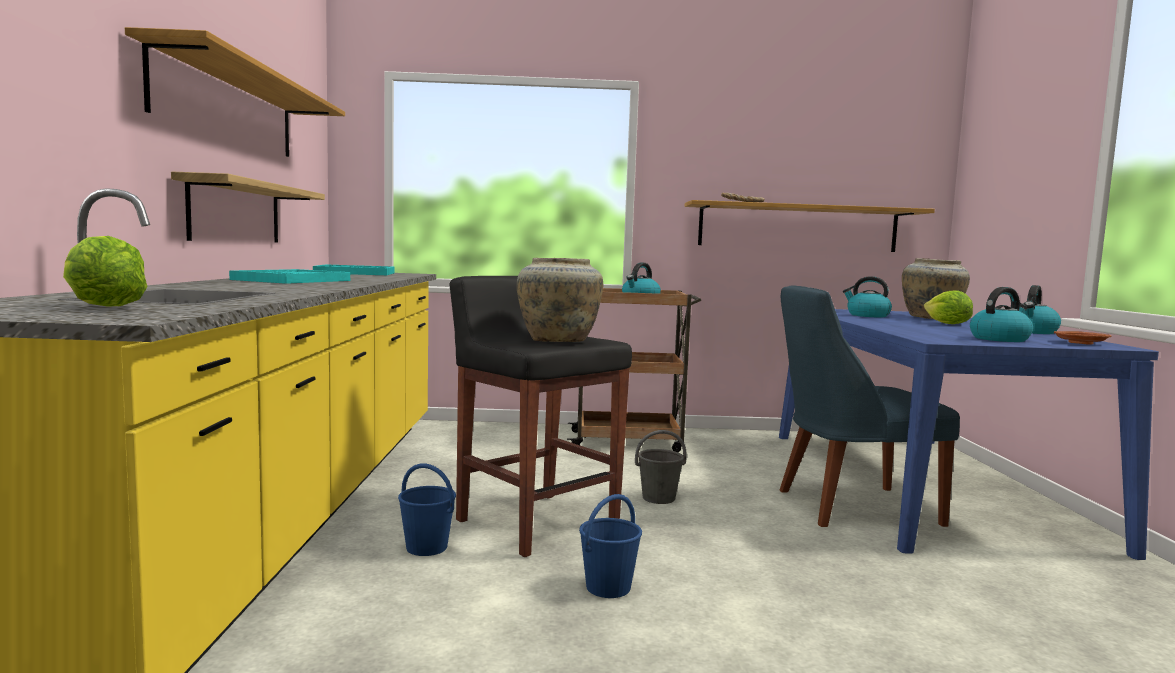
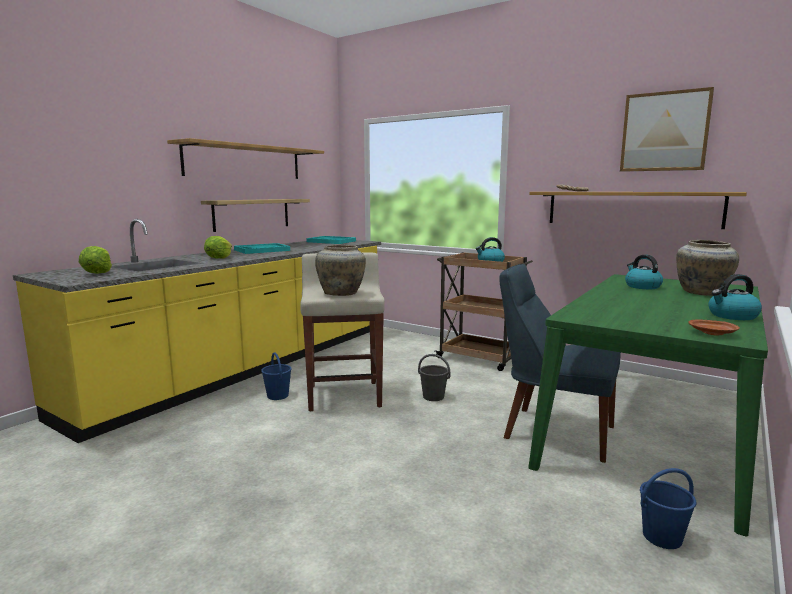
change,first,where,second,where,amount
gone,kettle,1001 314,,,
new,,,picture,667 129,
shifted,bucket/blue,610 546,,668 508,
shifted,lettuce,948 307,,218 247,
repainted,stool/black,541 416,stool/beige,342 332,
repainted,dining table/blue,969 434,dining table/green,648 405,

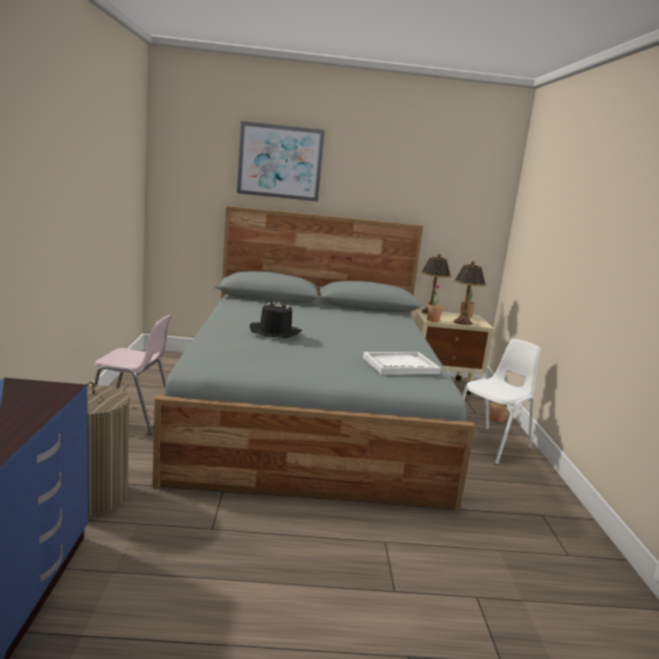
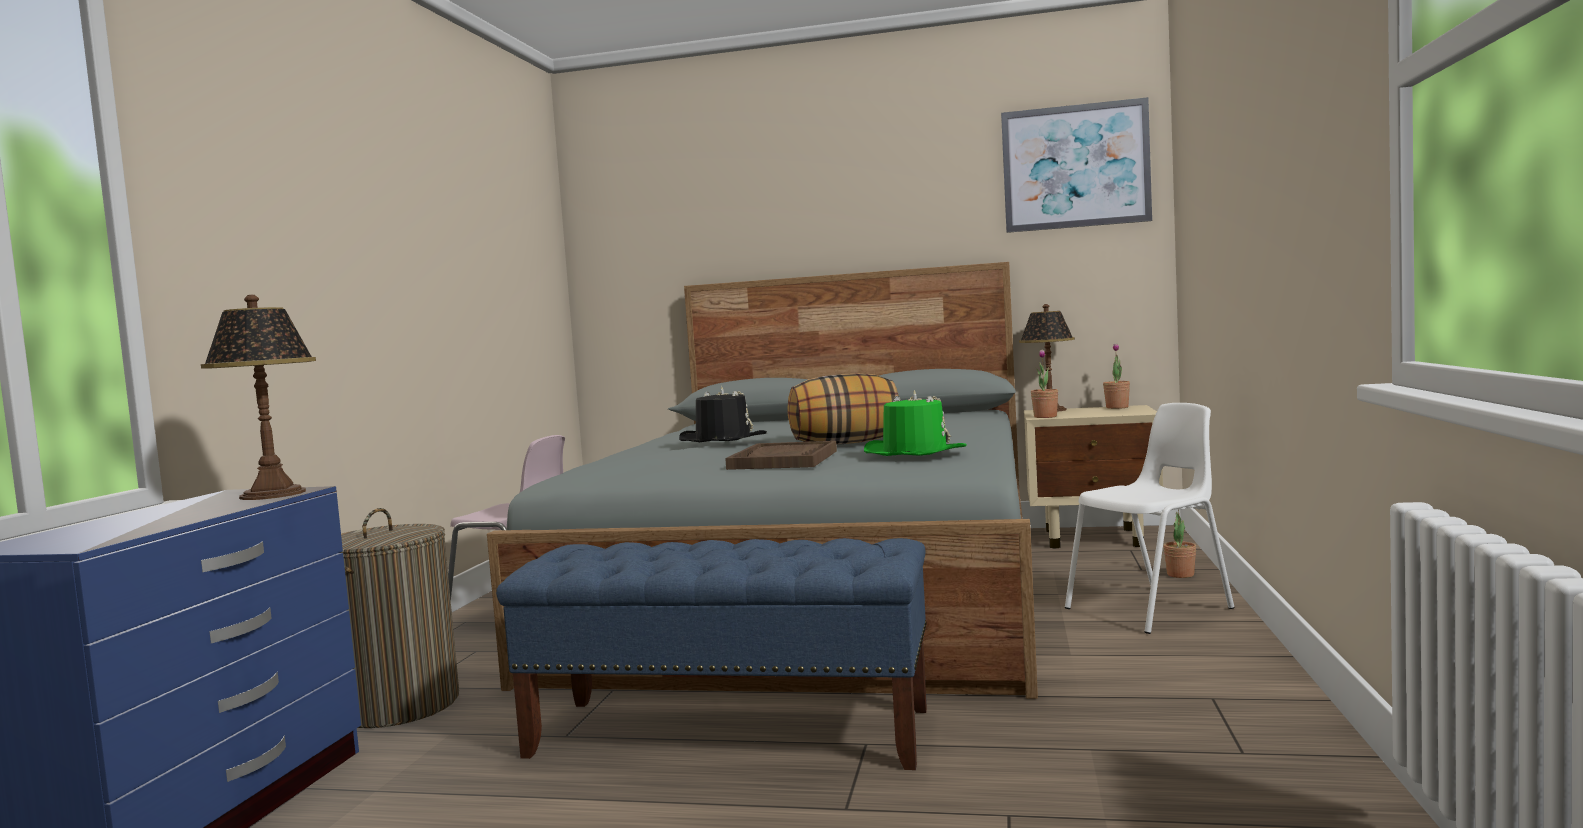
change,first,where,second,where,amount
new,,,bench/blue,711 654,
new,,,tray/brown,781 455,
new,,,pillow,843 409,
shifted,picture,281 161,,1076 165,
shifted,table lamp,470 293,,258 397,
swapped,tray/white,402 363,hat/green,915 423,

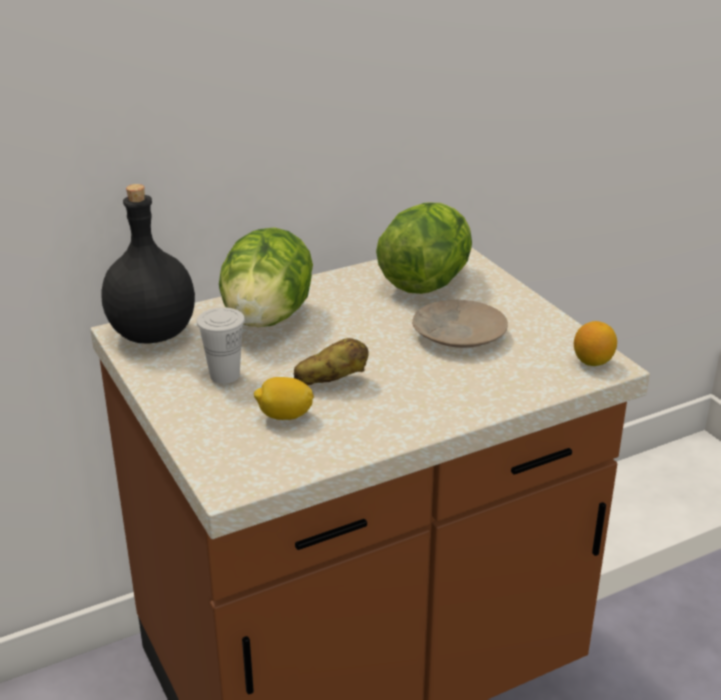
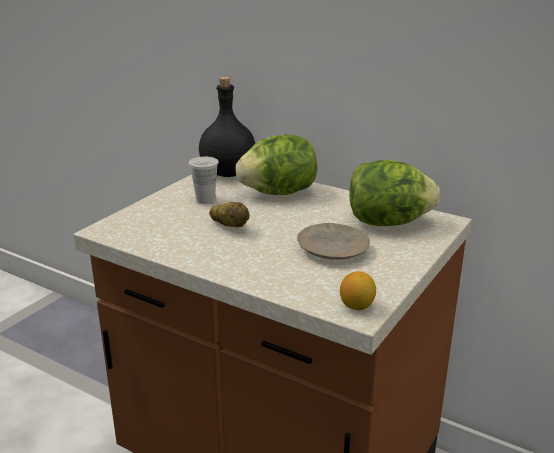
change,first,where,second,where,amount
gone,lemon,284 398,,,

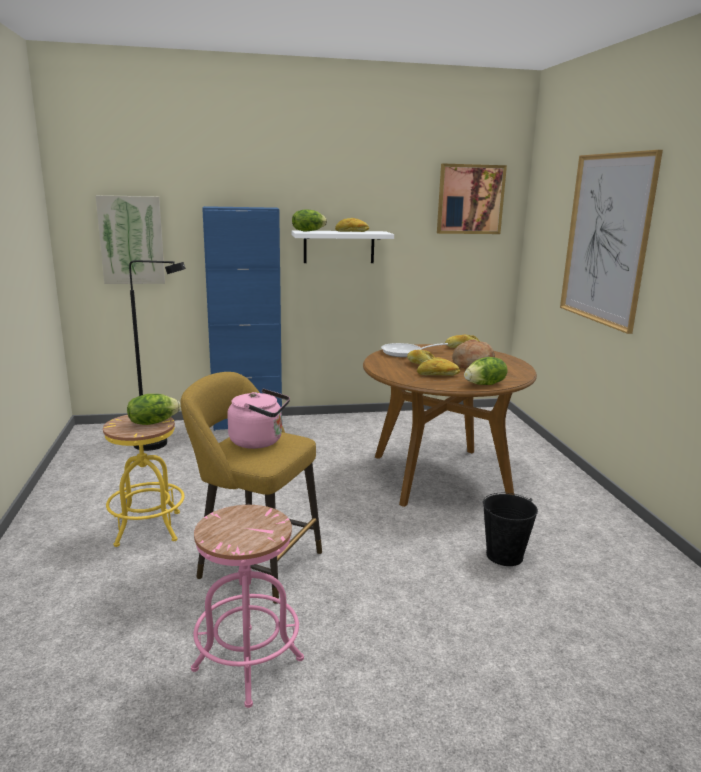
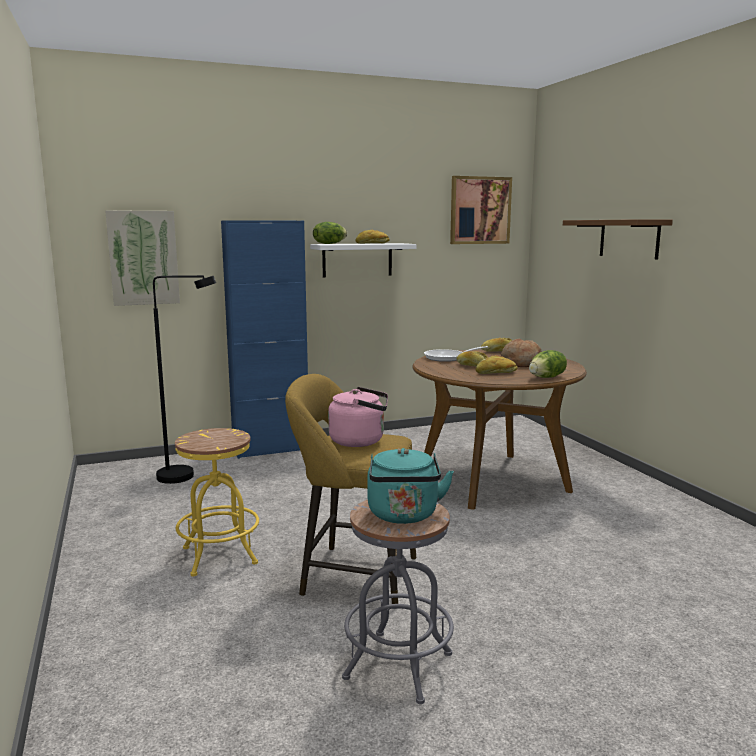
change,first,where,second,where,amount
gone,lettuce,153 409,,,
gone,bucket/black,510 529,,,
new,,,kettle/turquoise,411 486,
swapped,picture,611 242,shelf/brown,618 239,
repainted,stool/pink,247 606,stool/grey,398 602,

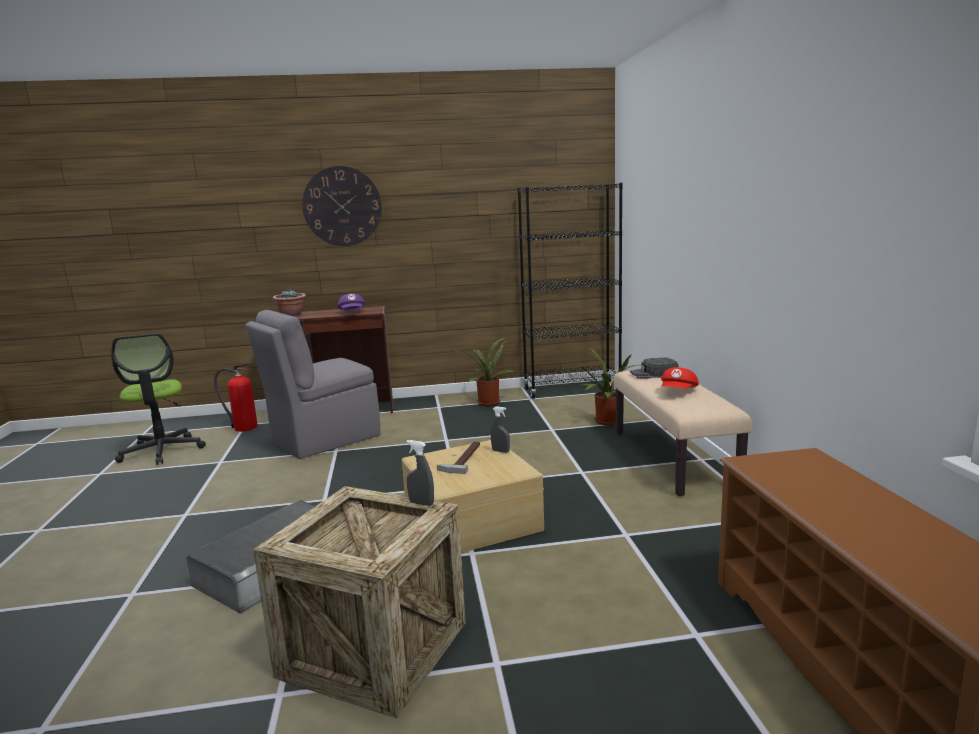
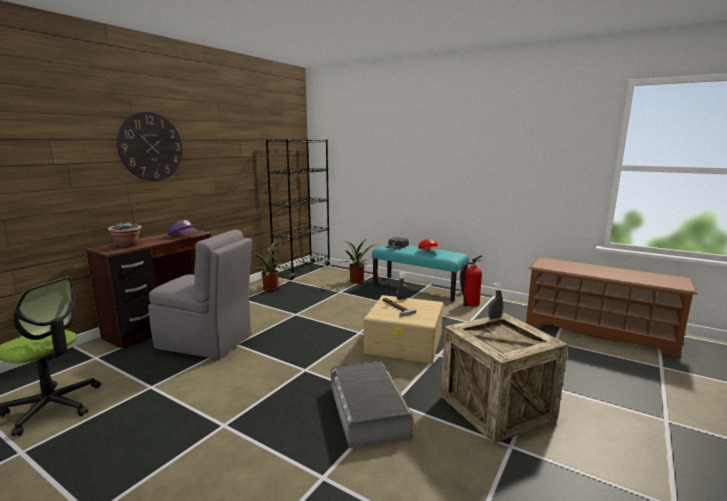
change,first,where,second,where,amount
shifted,fire extinguisher,236 397,,471 281,
repainted,bench/beige,683 433,bench/turquoise,420 273,
rotated,chair/grey,312 384,,200 294,75 degrees counterclockwise

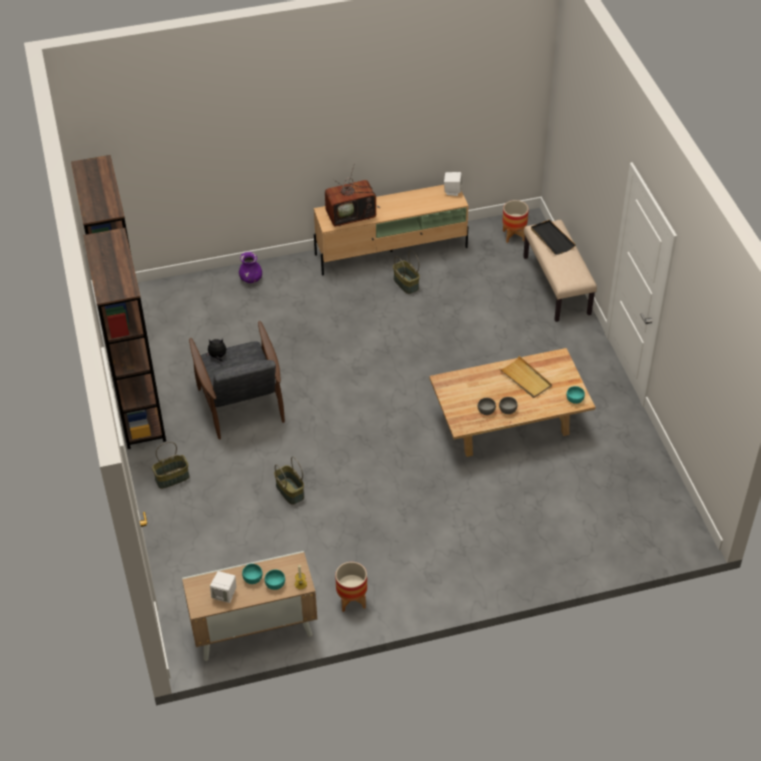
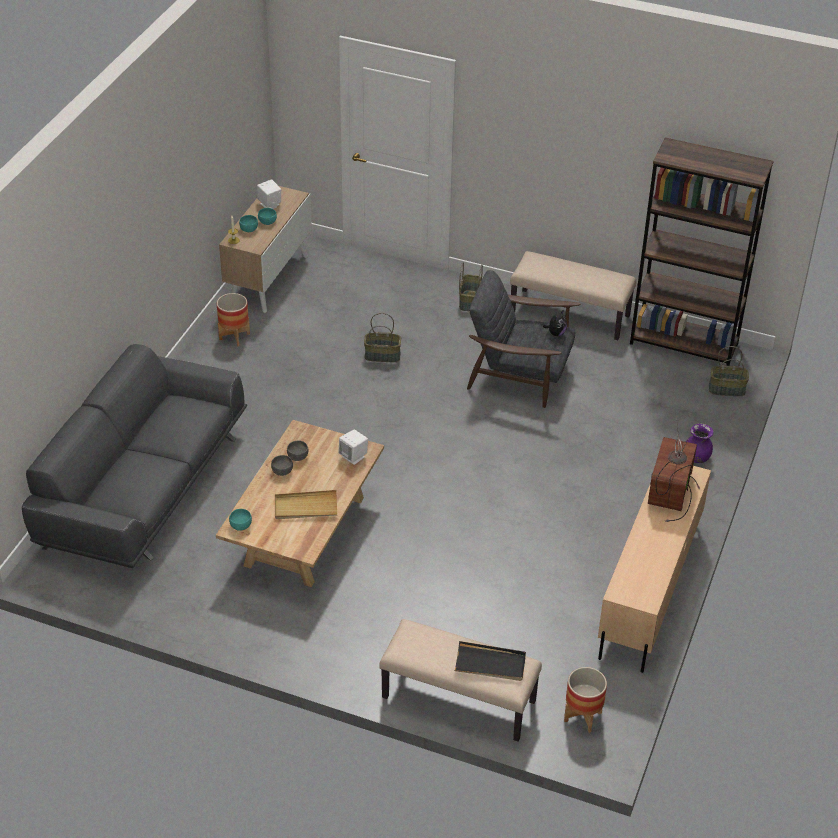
change,first,where,second,where,amount
new,,,sofa/grey,134 456,
shifted,basket,406 272,,729 371,
shifted,speaker/white,453 184,,353 447,
swapped,bookcase/brown,124 338,bench/beige,573 295,

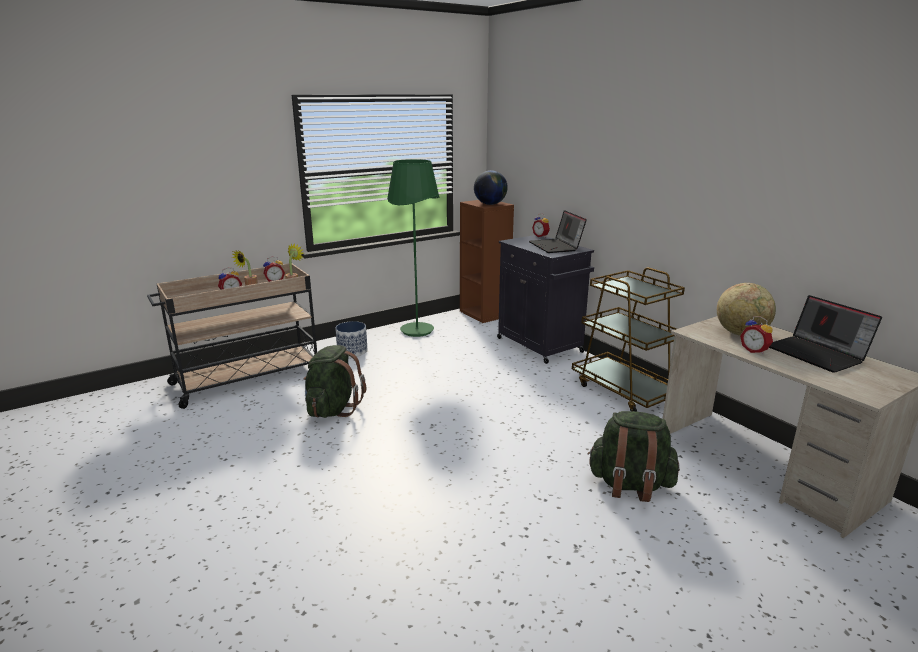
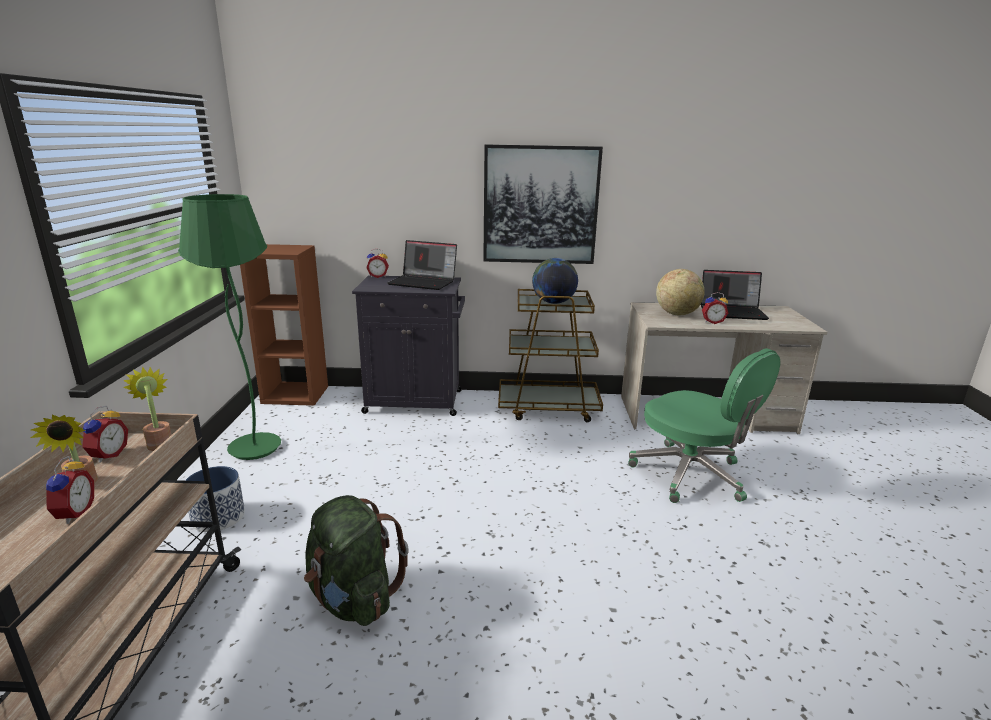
change,first,where,second,where,amount
new,,,picture,543 204,
shifted,globe,491 187,,555 281,
swapped,backpack/green,634 456,office chair/green,704 425,

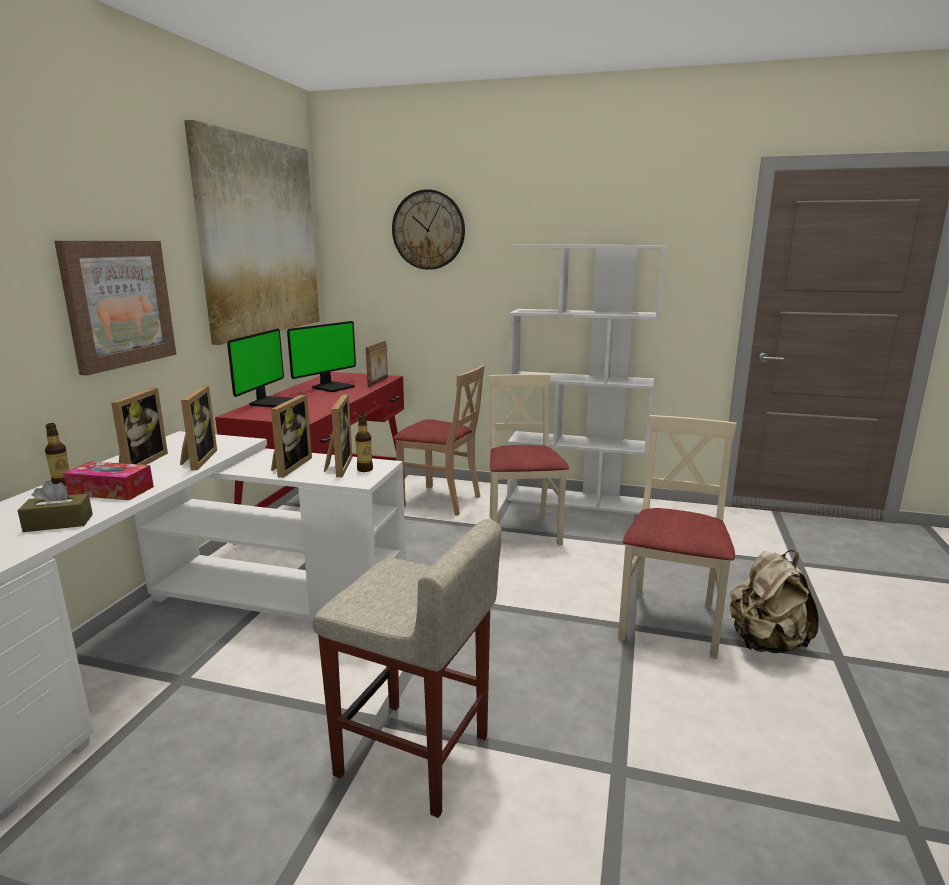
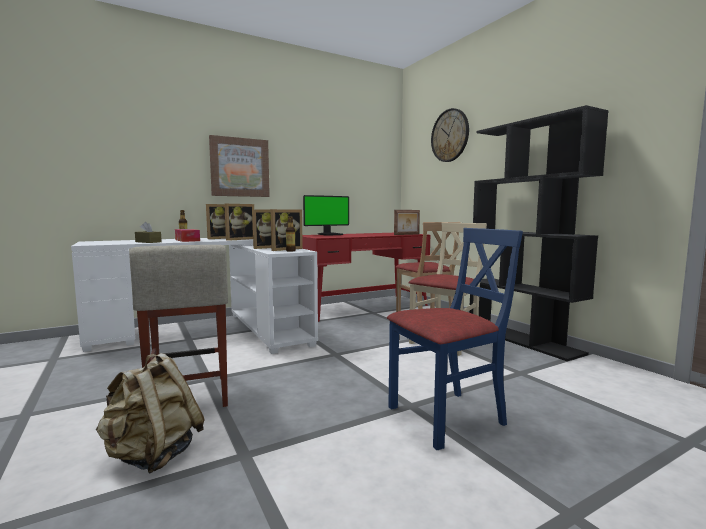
change,first,where,second,where,amount
gone,picture,252 232,,,
gone,monitor,321 356,,,
shifted,backpack/beige,774 601,,150 413,
repainted,bookcase/white,586 379,bookcase/black,539 233,
repainted,chair/beige,677 537,chair/blue,455 339,

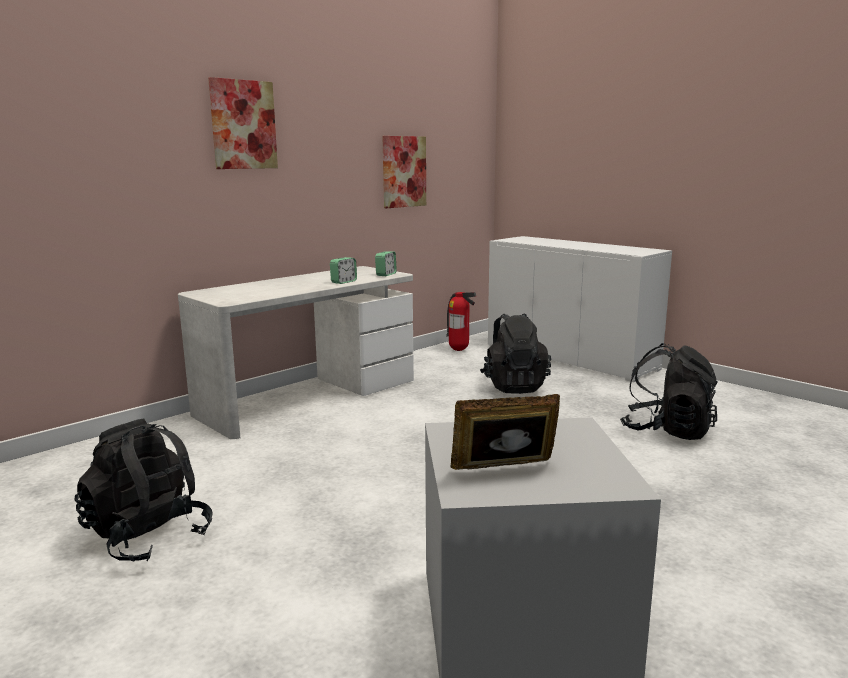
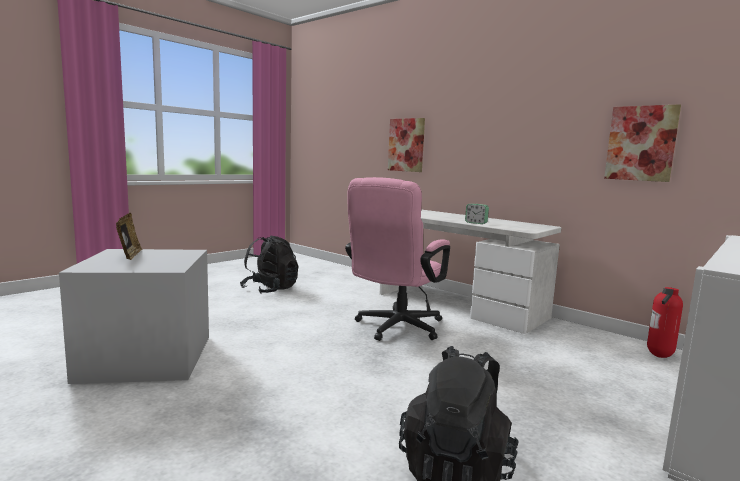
change,first,where,second,where,amount
gone,alarm clock,386 263,,,
gone,backpack/black,515 353,,,
new,,,office chair/pink,397 259,
shifted,picture,243 123,,406 145,

